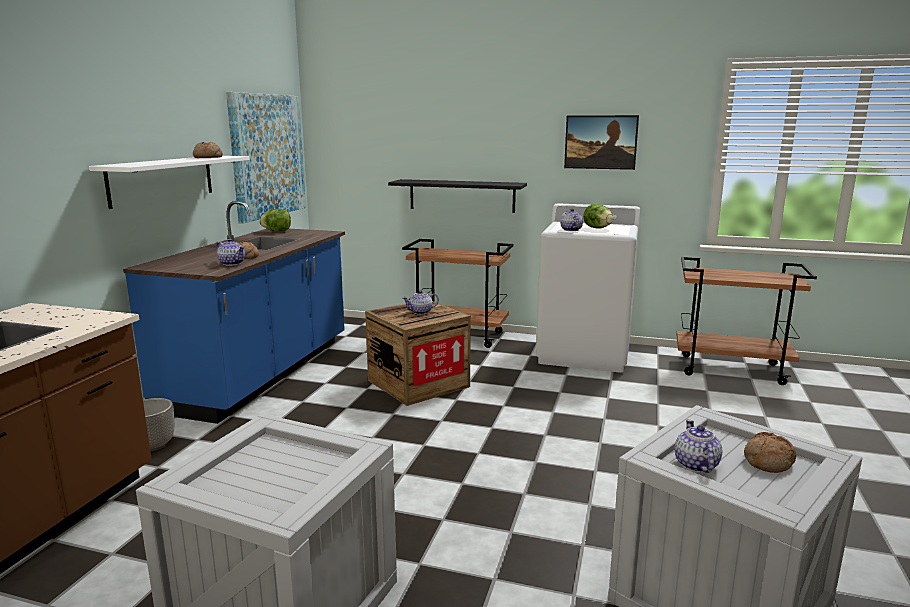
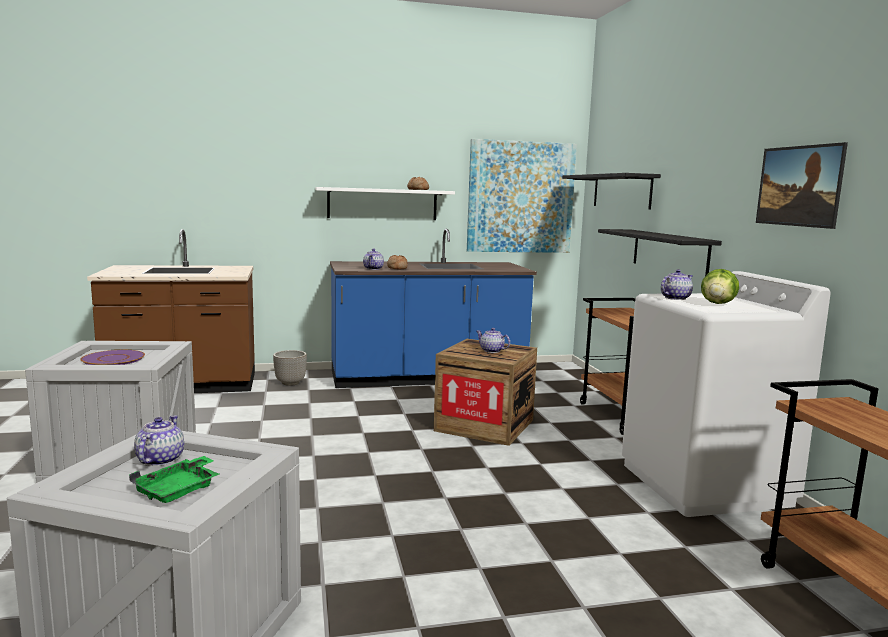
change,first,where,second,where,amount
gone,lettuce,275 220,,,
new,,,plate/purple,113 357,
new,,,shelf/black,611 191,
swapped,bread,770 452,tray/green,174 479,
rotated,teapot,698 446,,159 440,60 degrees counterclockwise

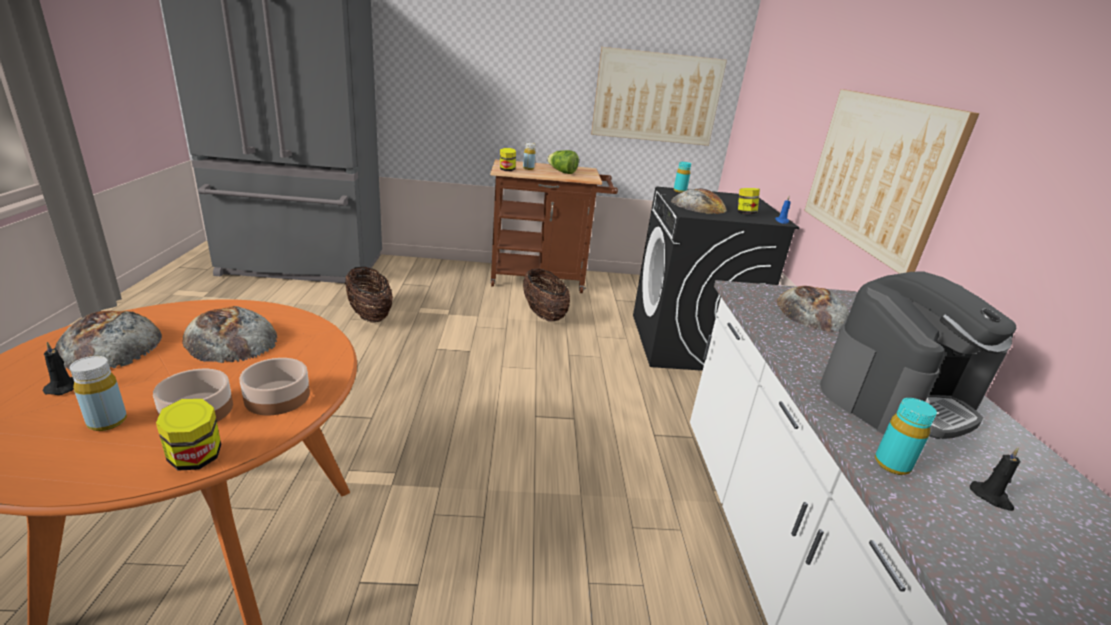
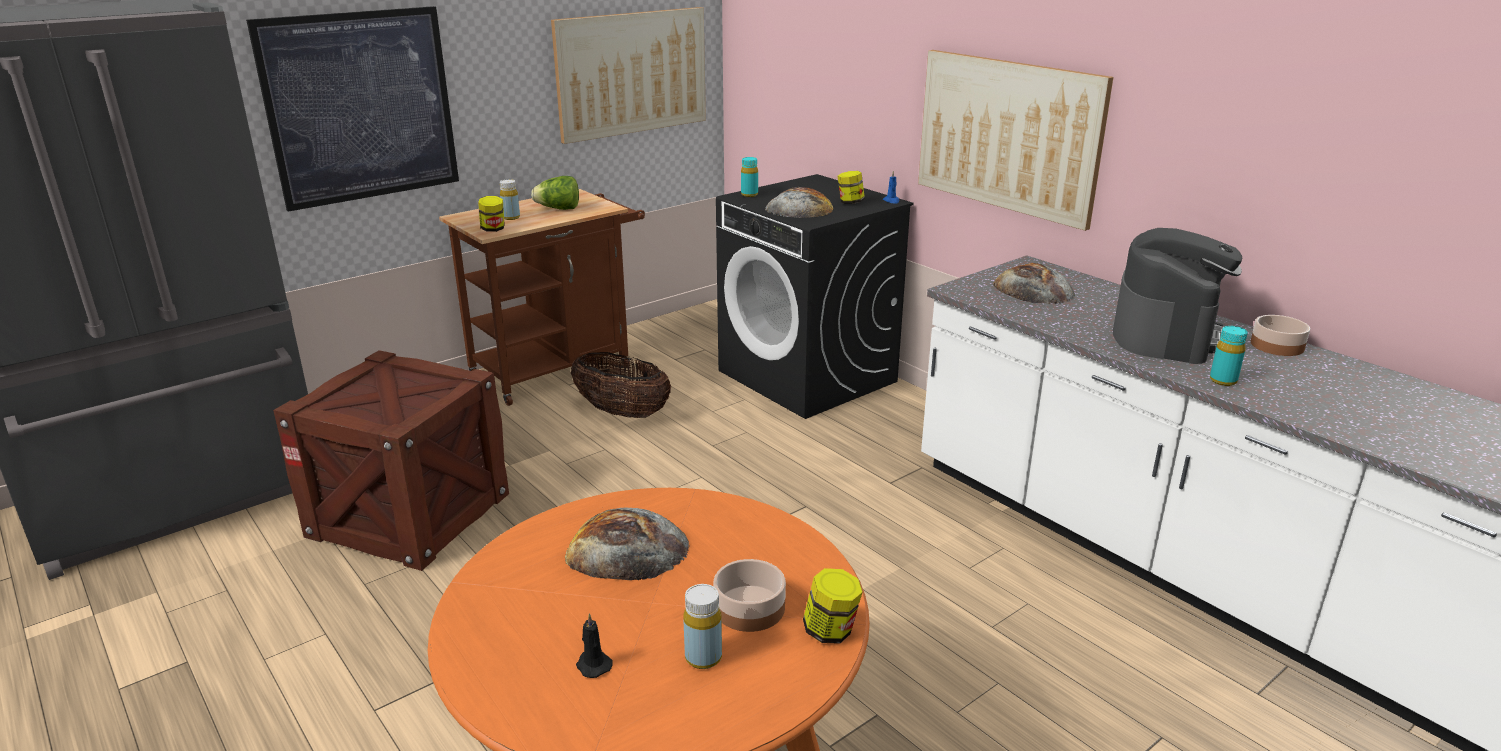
change,first,where,second,where,amount
gone,bread,108 340,,,
gone,candle/black,995 479,,,
new,,,picture,352 109,
shifted,bowl,274 386,,1280 335,
swapped,basket,369 295,crate,391 460,

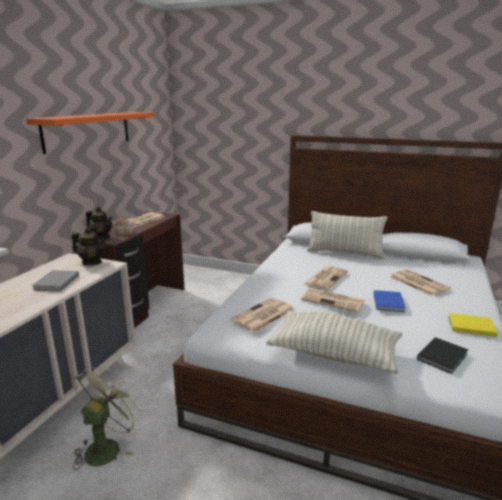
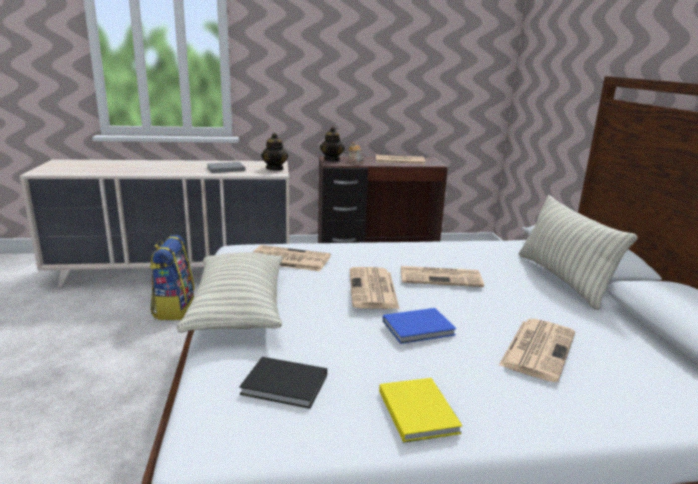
change,first,where,second,where,amount
gone,shelf/orange,90 133,,,
swapped,fan/green,108 418,backpack,172 277,

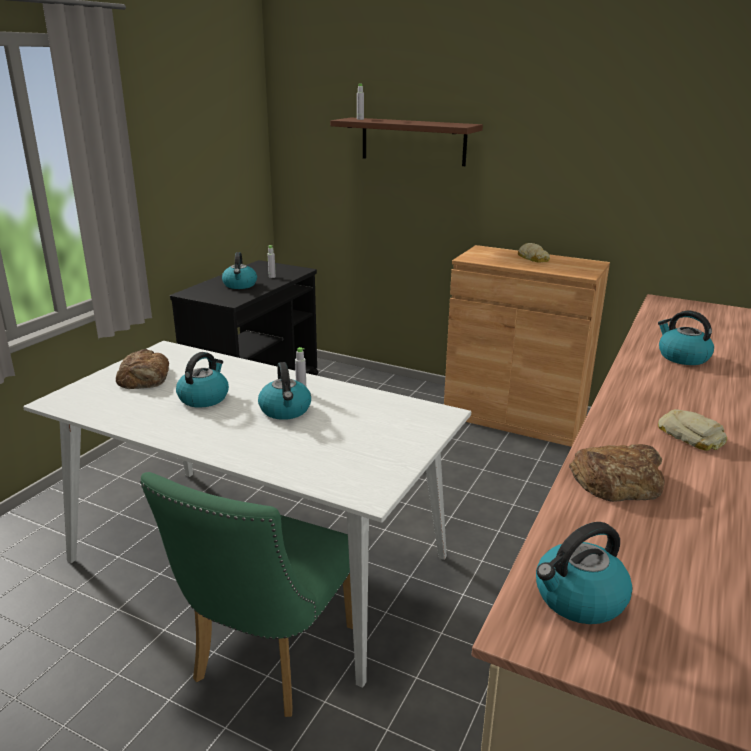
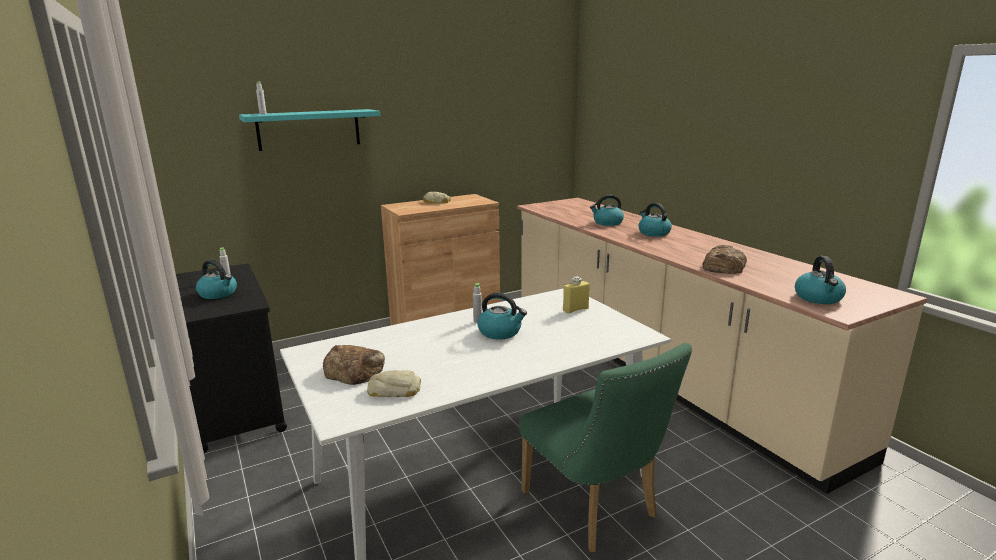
change,first,where,second,where,amount
new,,,bottle/yellow,576 295,
shifted,kettle,202 380,,655 220,
shifted,bread,692 430,,394 384,
repainted,shelf/brown,406 142,shelf/turquoise,309 130,

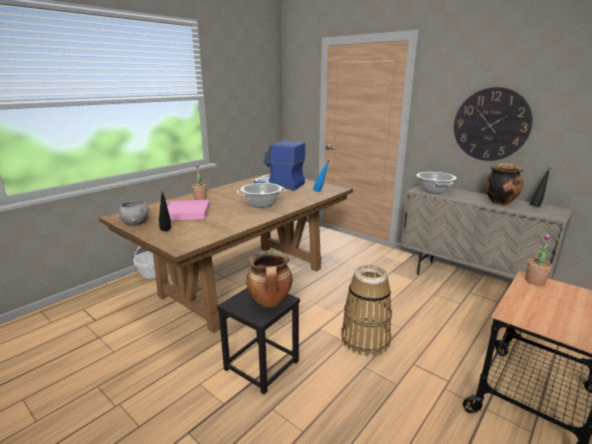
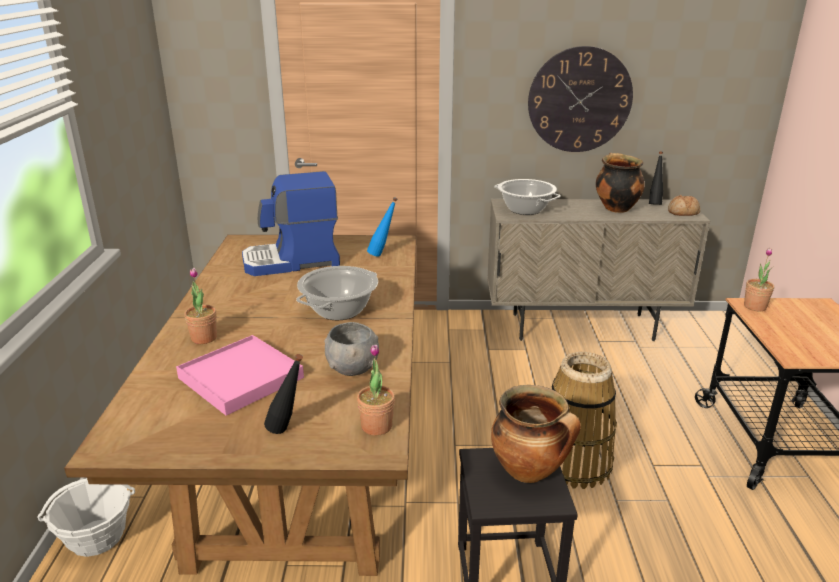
change,first,where,second,where,amount
new,,,potted plant,376 390,
new,,,bread,684 205,
shifted,bowl/grey,135 213,,351 349,

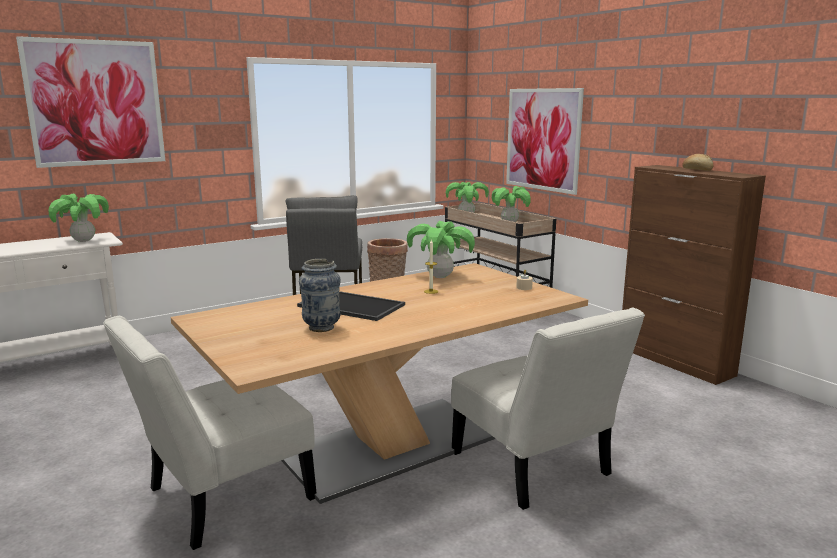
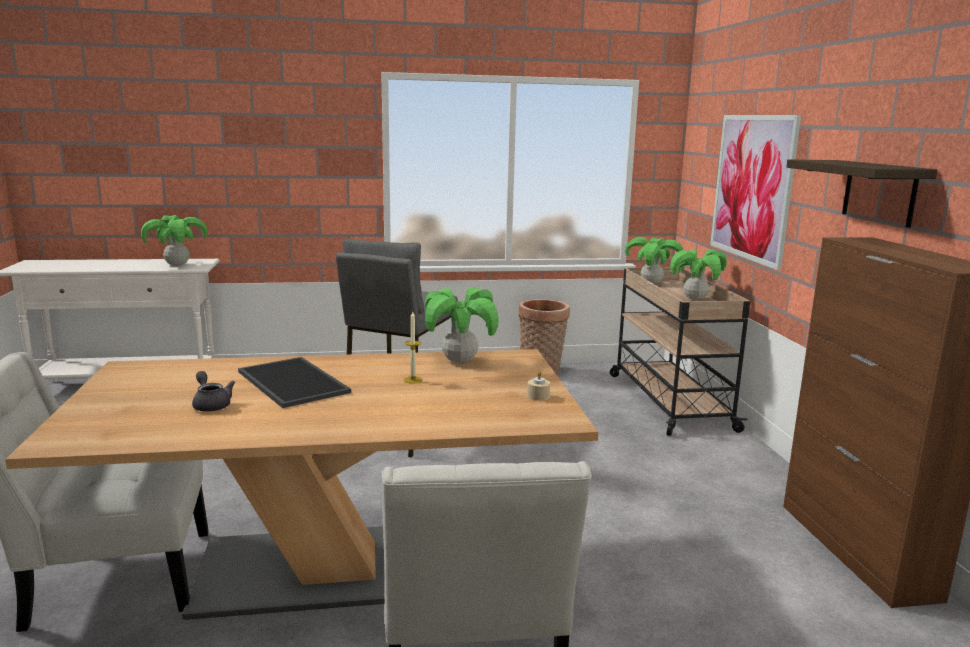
change,first,where,second,where,amount
gone,picture,90 102,,,
gone,bread,697 162,,,
new,,,shelf,861 193,
swapped,vase,320 295,teapot/grey,213 391,

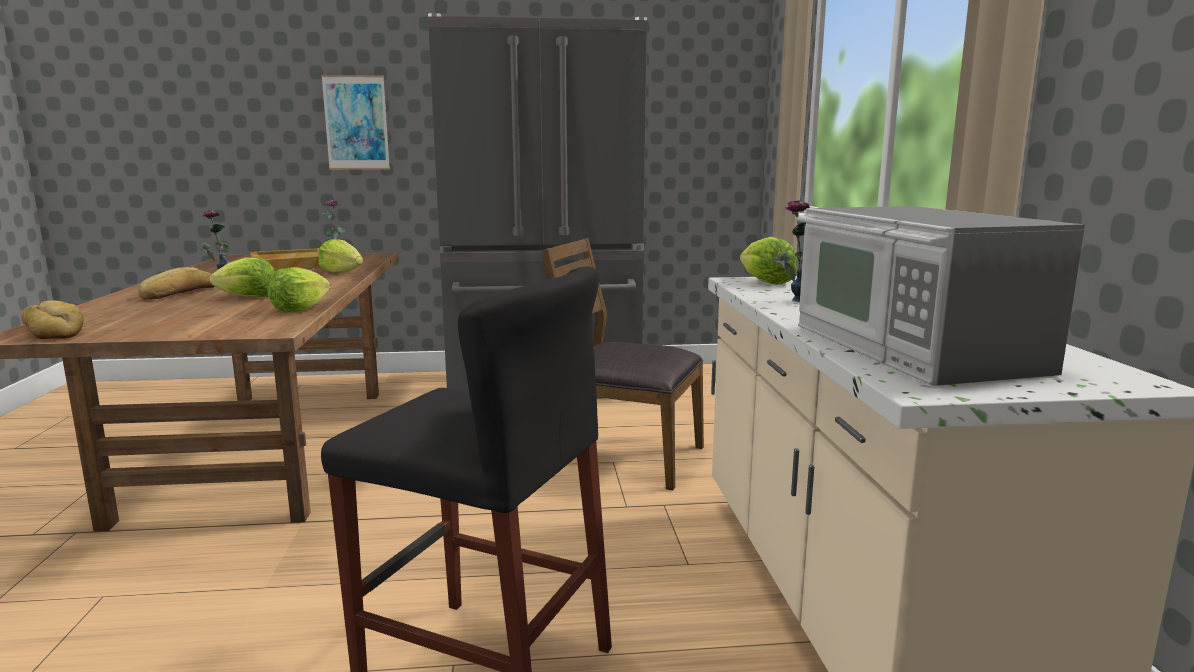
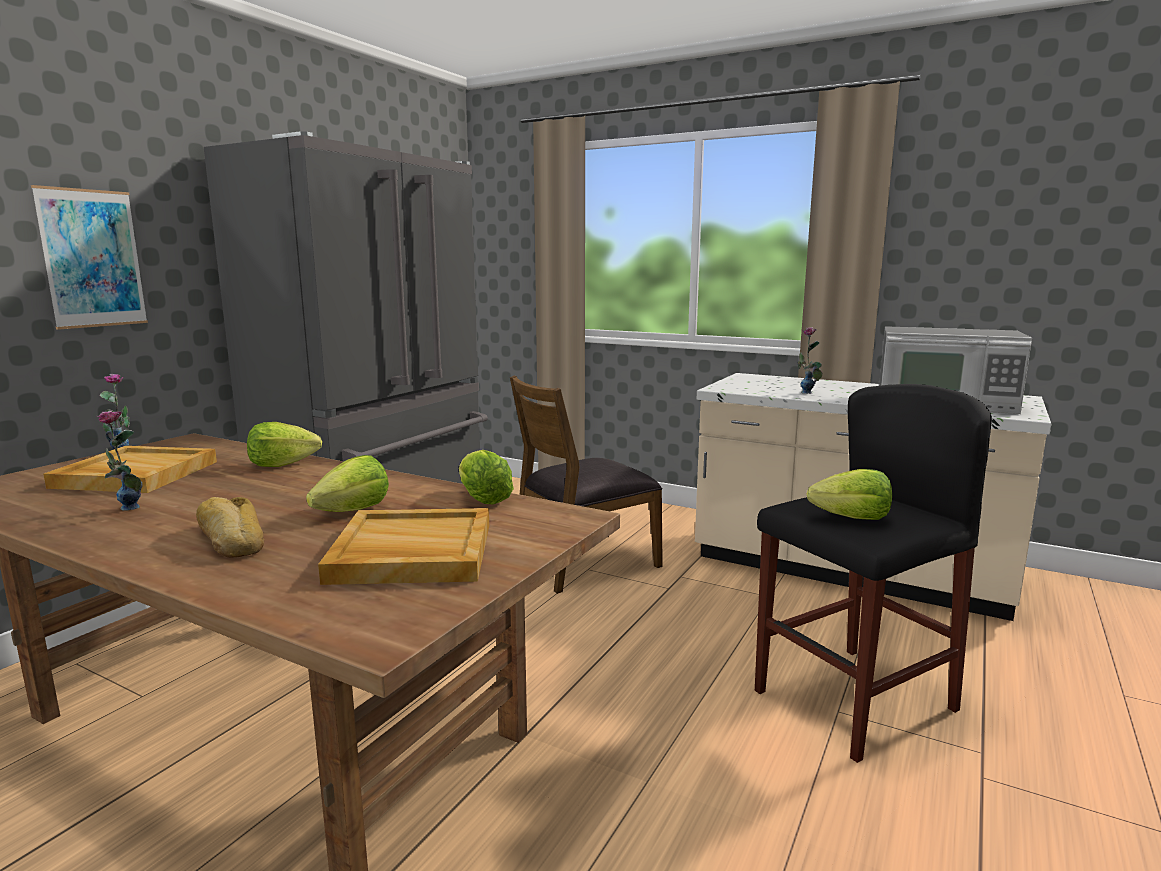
change,first,where,second,where,amount
gone,bread,52 319,,,
new,,,tray/beige,403 546,
shifted,lettuce,768 261,,849 494,

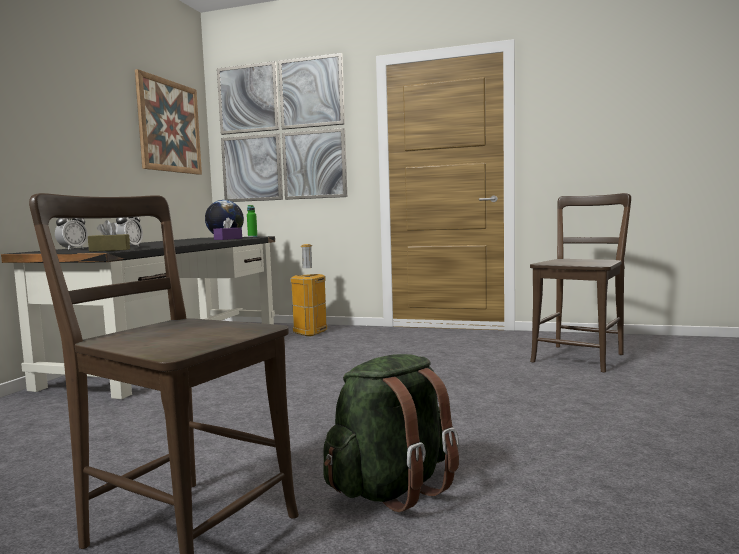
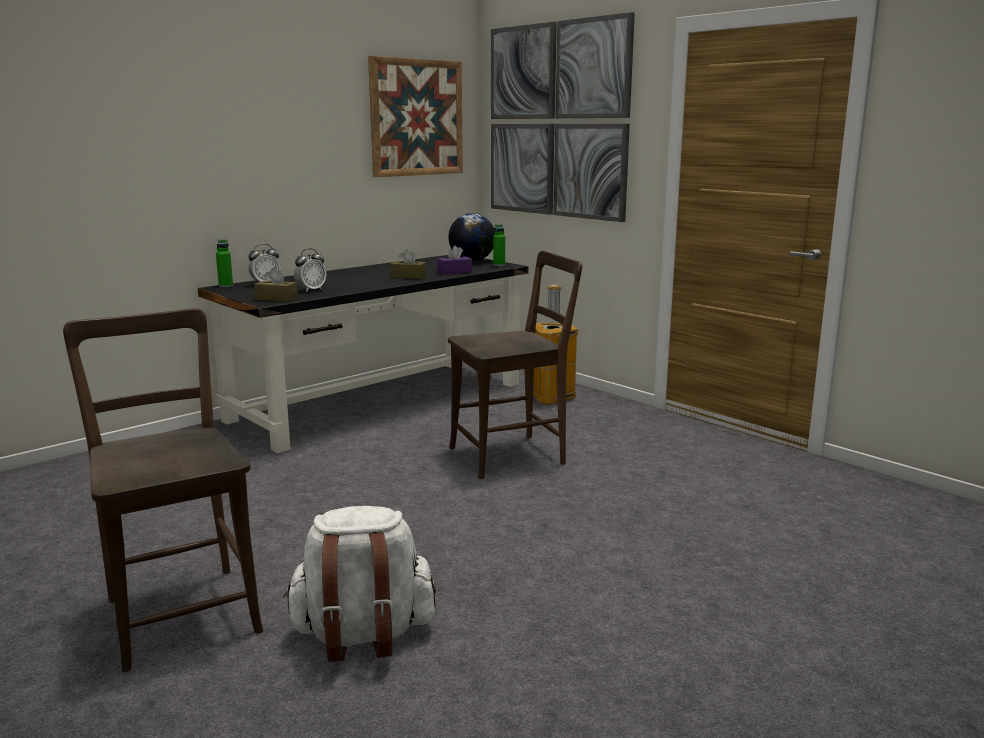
change,first,where,second,where,amount
new,,,bottle/green,224 263,
new,,,tissue box/brown,408 264,
shifted,chair/brown,580 282,,515 365,
repainted,backpack/green,391 433,backpack/white,359 584,

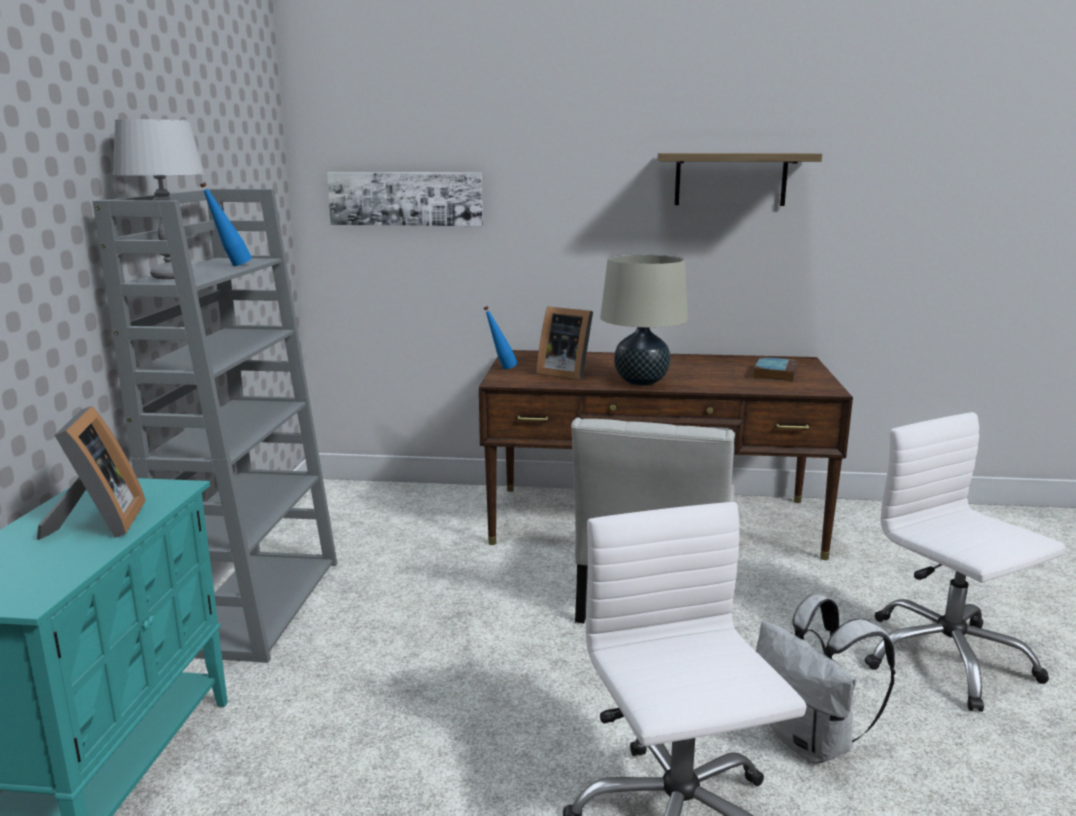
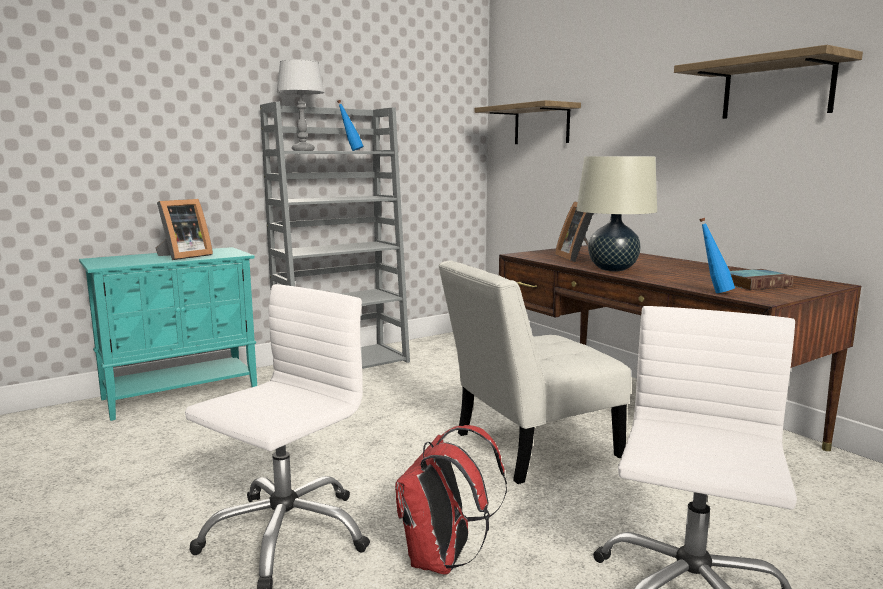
change,first,where,second,where,amount
shifted,bottle/blue,501 338,,717 255,
swapped,picture,405 199,shelf,527 122,
repainted,backpack/white,825 679,backpack/red,451 500,

